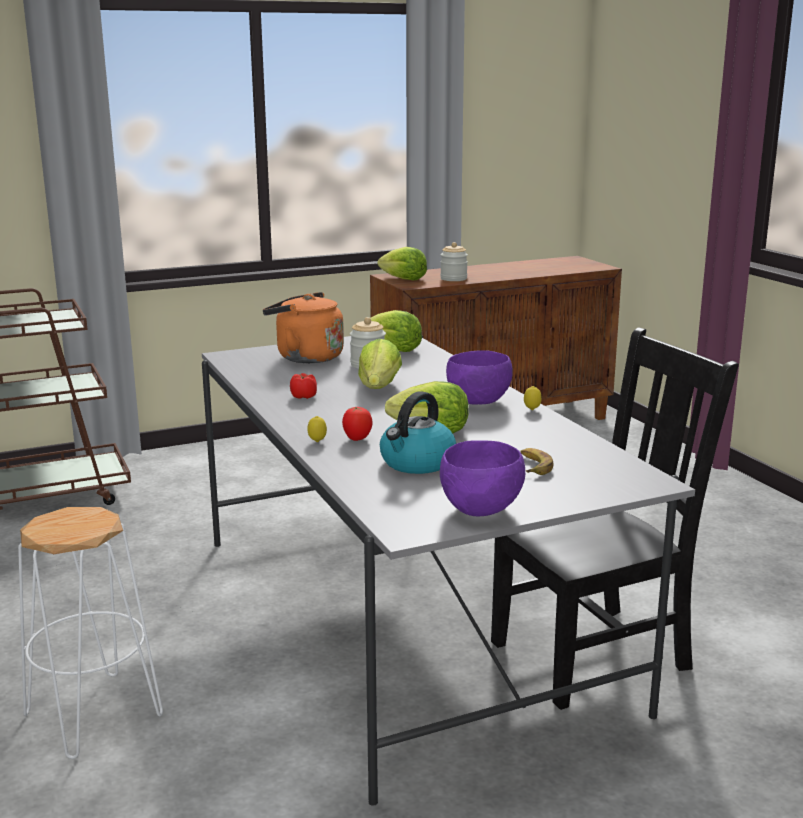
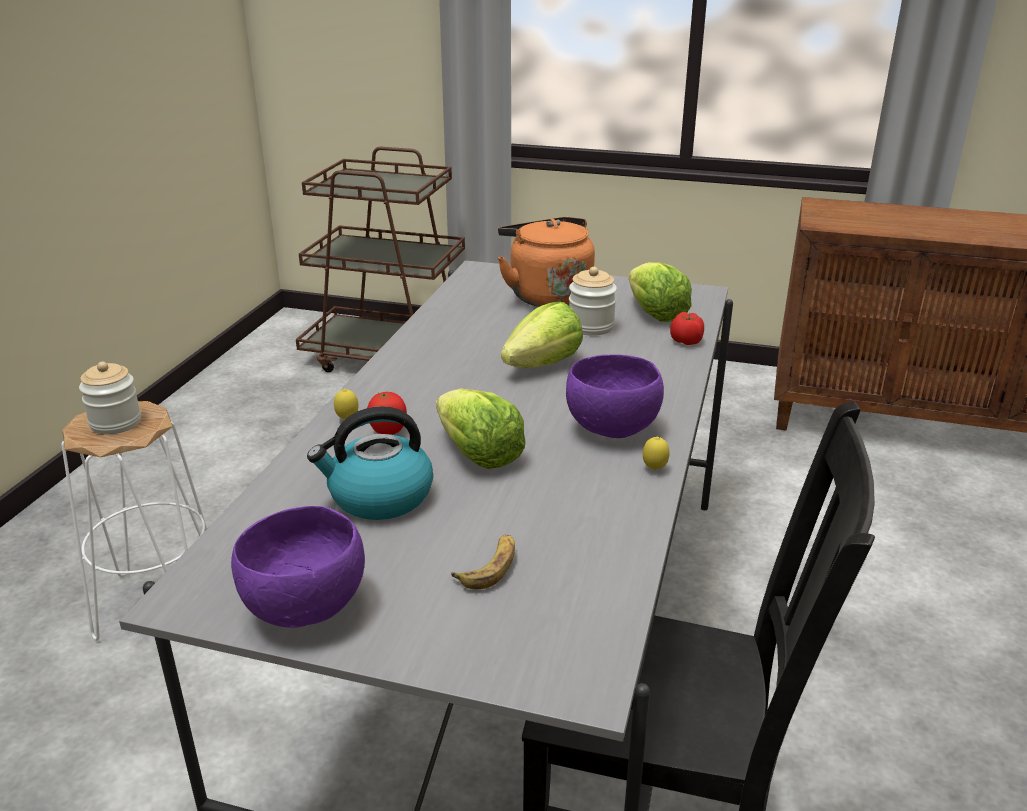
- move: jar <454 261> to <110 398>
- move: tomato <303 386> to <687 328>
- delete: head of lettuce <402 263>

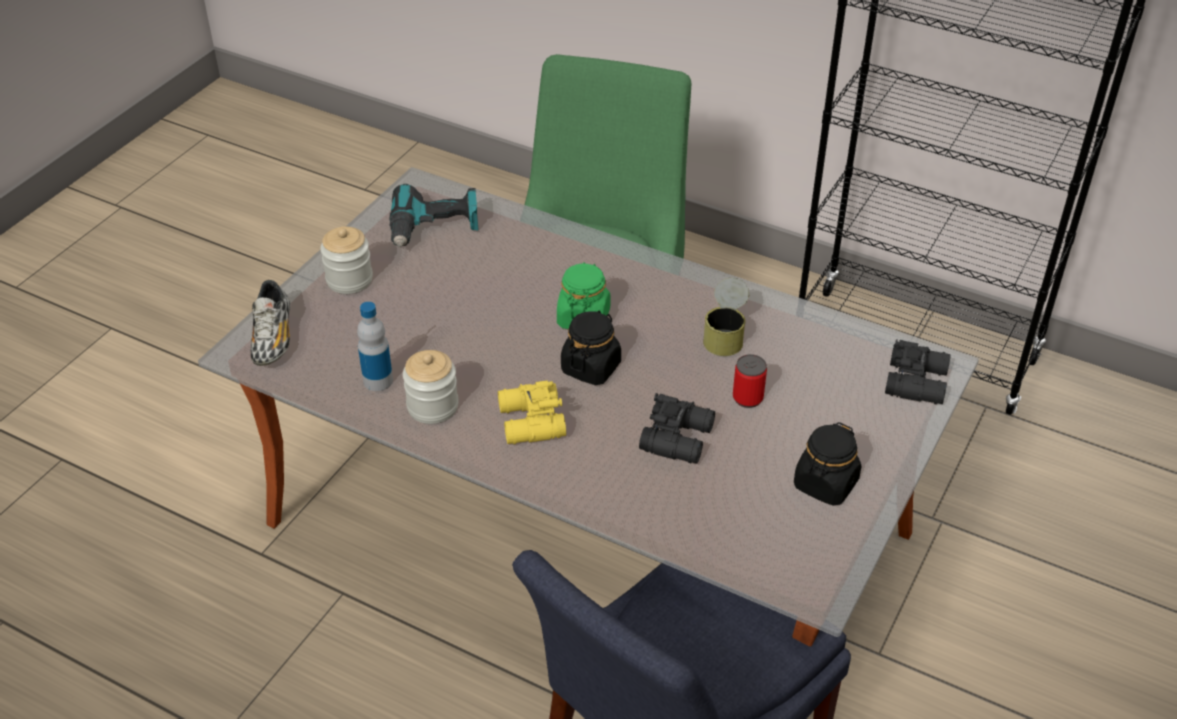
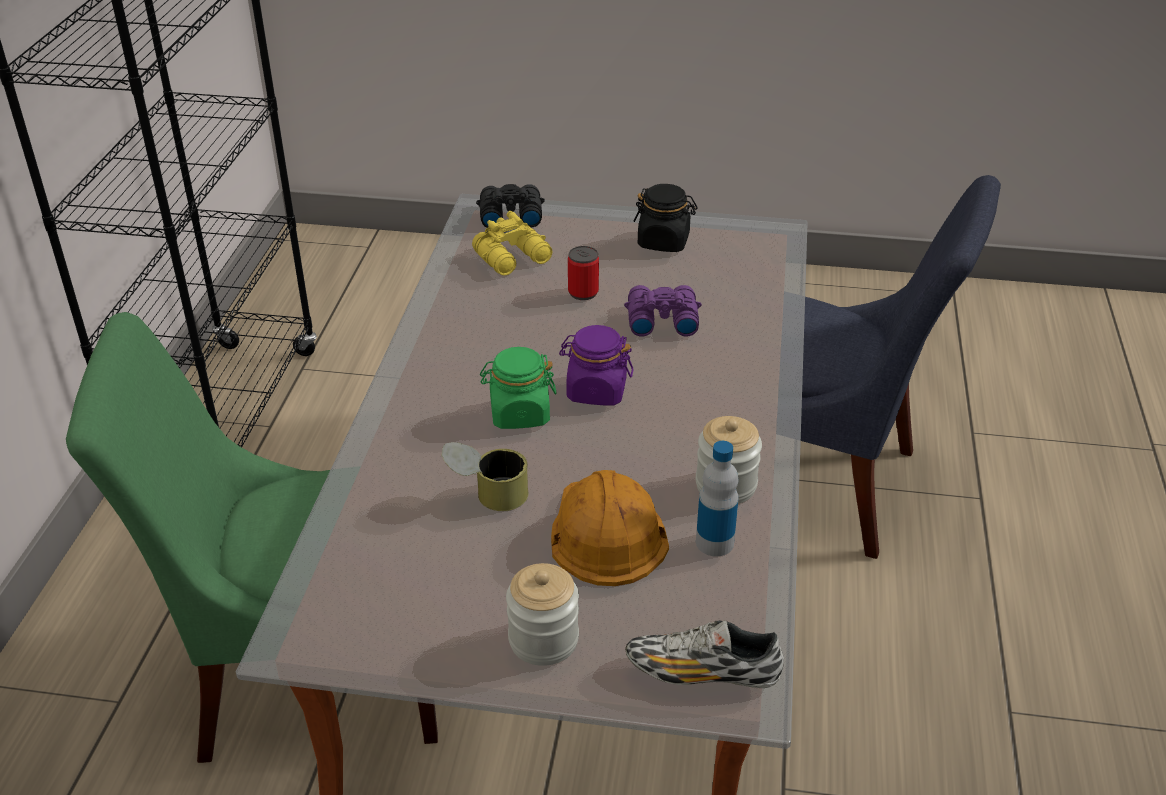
- move: can <726 317> to <485 476>
- move: yellowish pair of binoculars <532 412> to <512 243>
- insert: orangey work helmet <610 528>
- recolor: blackish jar <591 348> to purple jar <596 365>
- recolor: blackish pair of binoculars <677 428> to purple pair of binoculars <663 311>
- rotate: item of footwear <270 323> = <704 654> 150 degrees counterclockwise
- delete: drill <434 216>

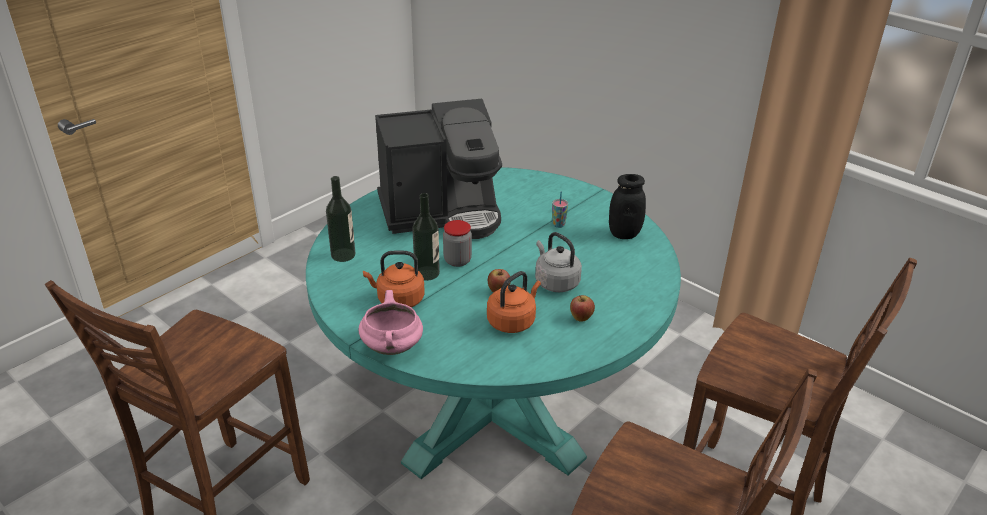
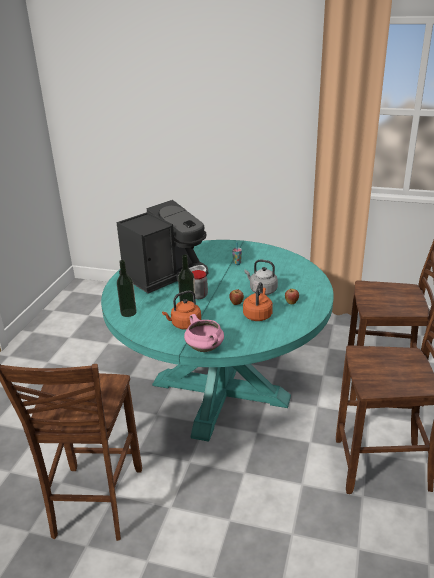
- delete: blackish jar <627 206>

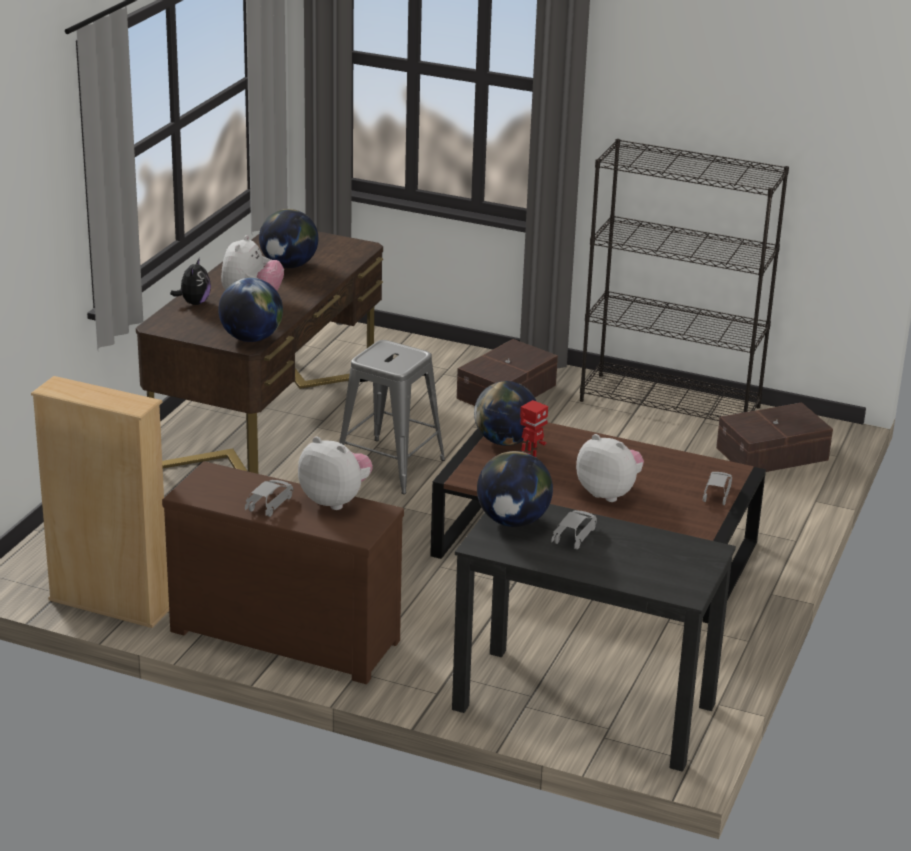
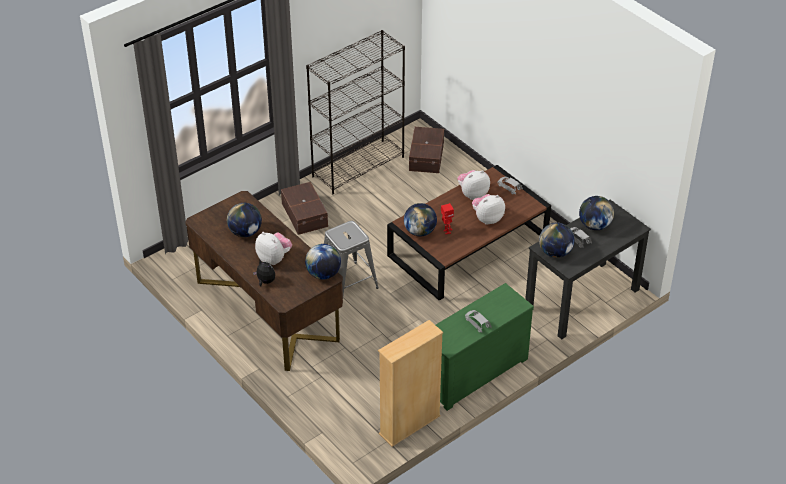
- recolor: brownish drawer chest <283 572> to greenish drawer chest <485 347>
- move: soft toy <335 473> to <474 185>
- insert: world globe <596 213>

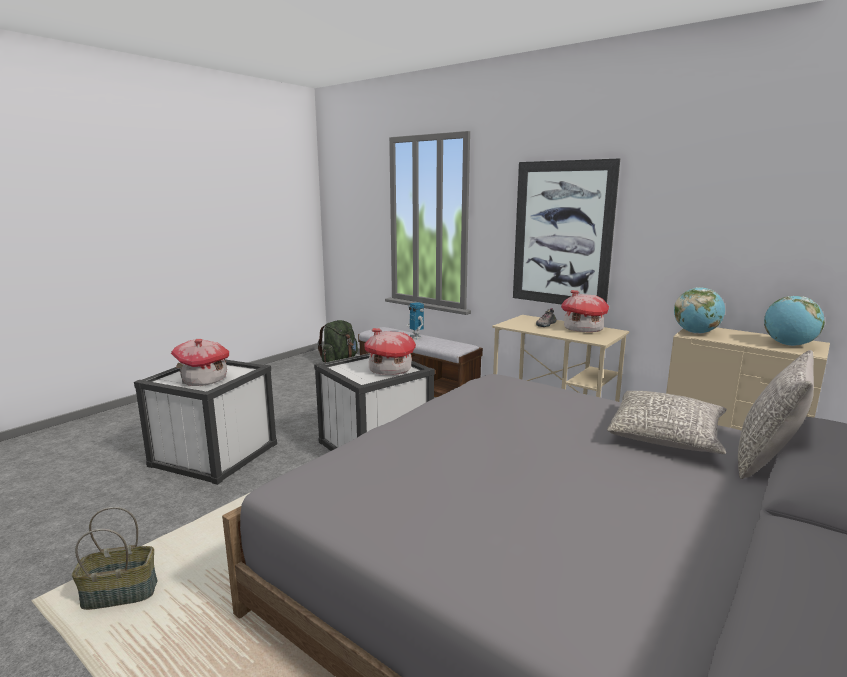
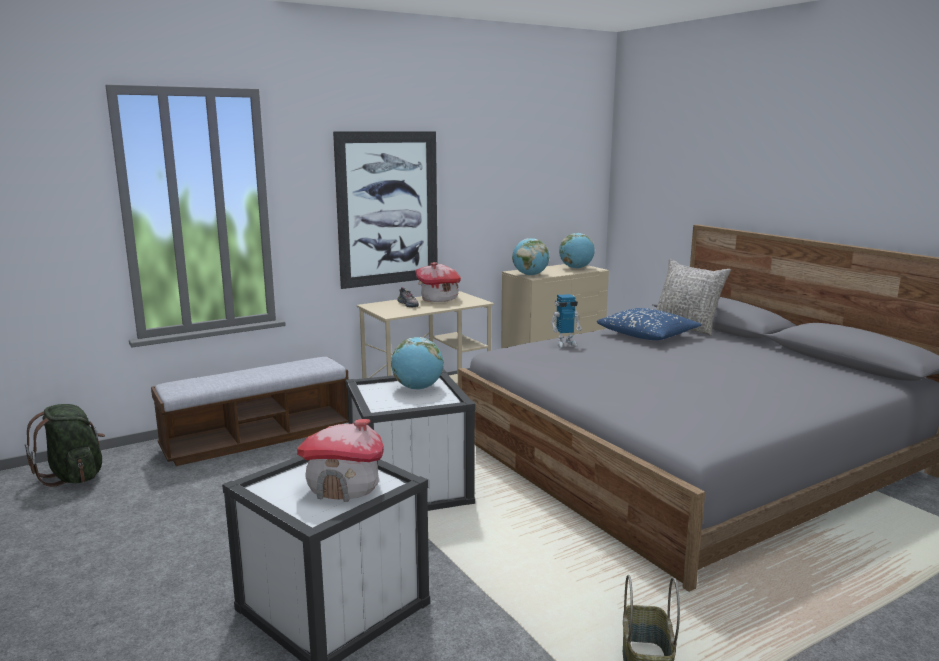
- replace: miniature house <390 351> to world globe <417 363>
- move: toy robot <415 321> to <566 321>
- recolor: grey pillow <667 422> to bluish pillow <649 324>

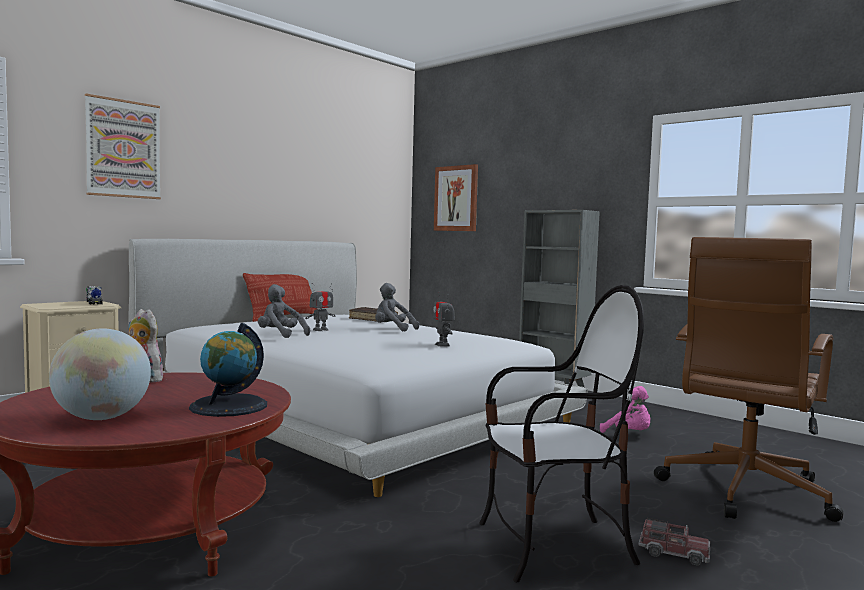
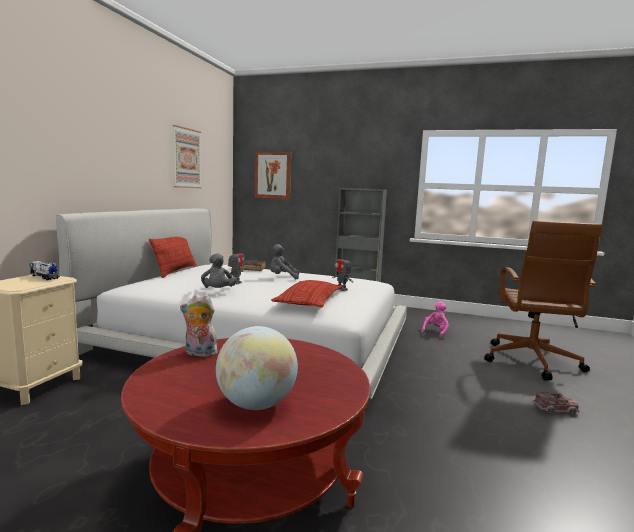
- move: picture <123 146> to <187 156>
- rotate: grey soft toy <284 311> = <219 270> 105 degrees counterclockwise
- insert: pillow <307 293>
- rotate: pinkish soft toy <625 409> = <435 319> 75 degrees counterclockwise
- delete: world globe <228 370>
- delete: plain chair <561 433>

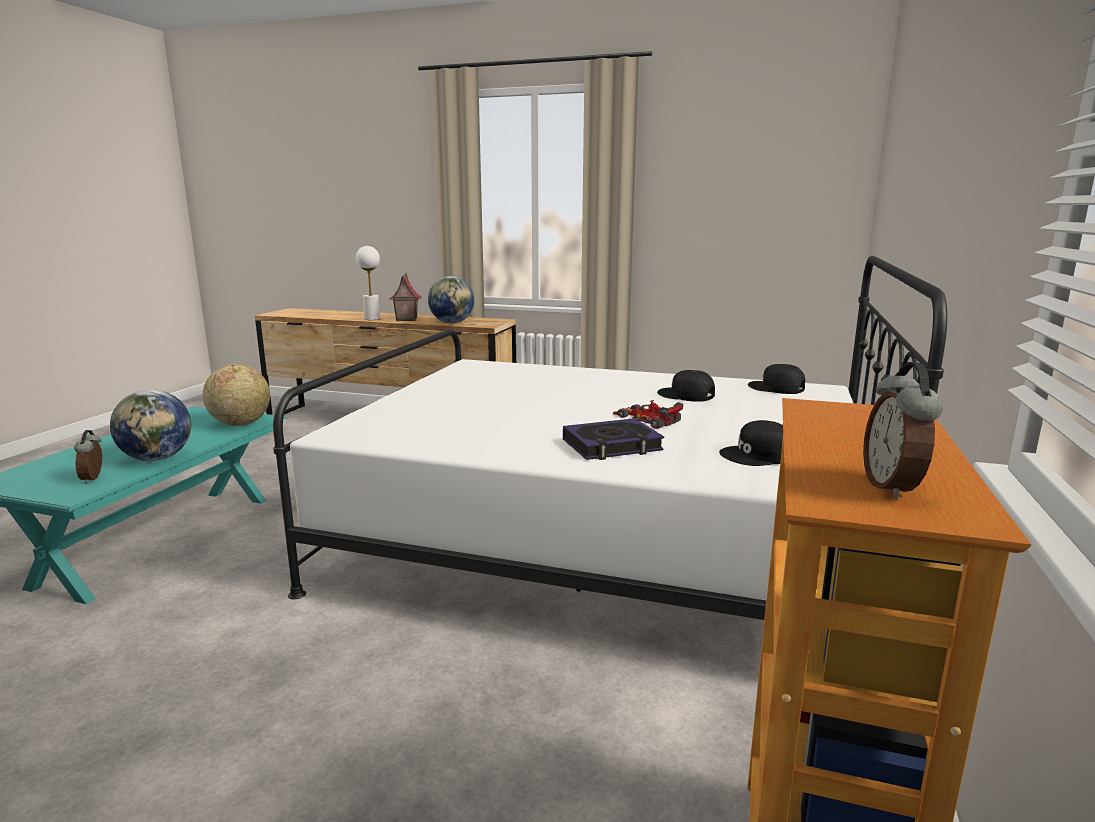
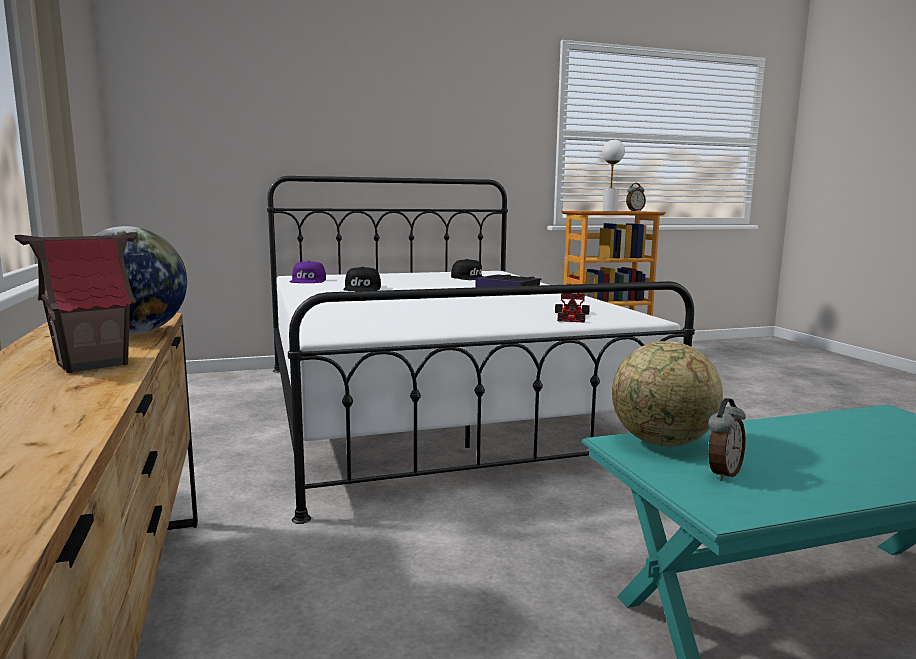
- recolor: blackish peaked cap <776 379> to purple peaked cap <308 272>
- move: model car <648 414> to <572 307>
- move: whitish tabletop lamp <368 283> to <613 176>
- move: alarm clock <88 457> to <727 439>
- delete: world globe <150 425>

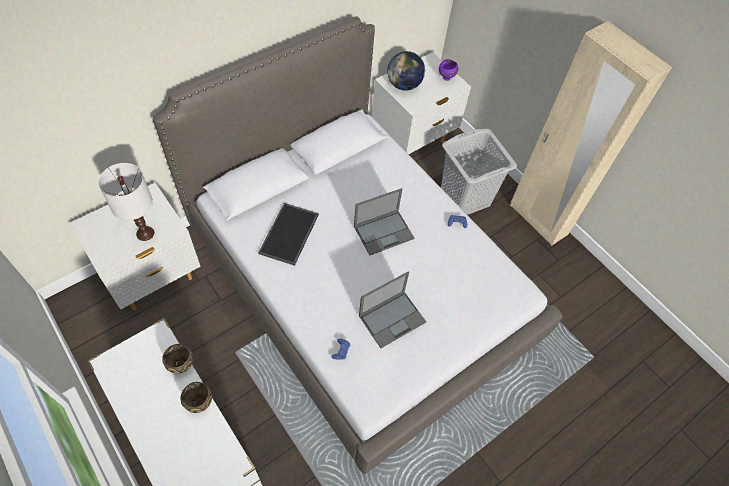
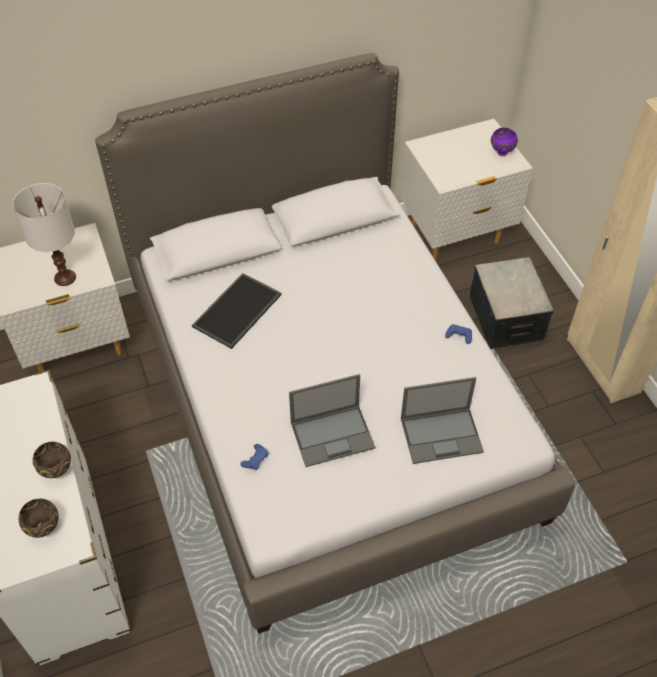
- move: brownish serving bowl <177 359> to <39 518>
- move: portable computer <384 221> to <442 420>
- replace: grey laundry basket <479 171> to storage bin <512 303>
- delete: world globe <406 71>

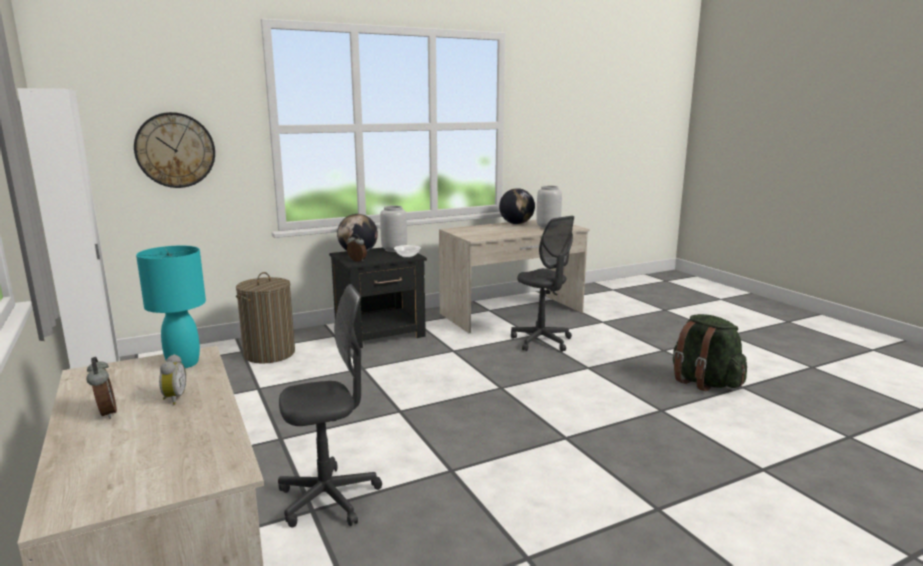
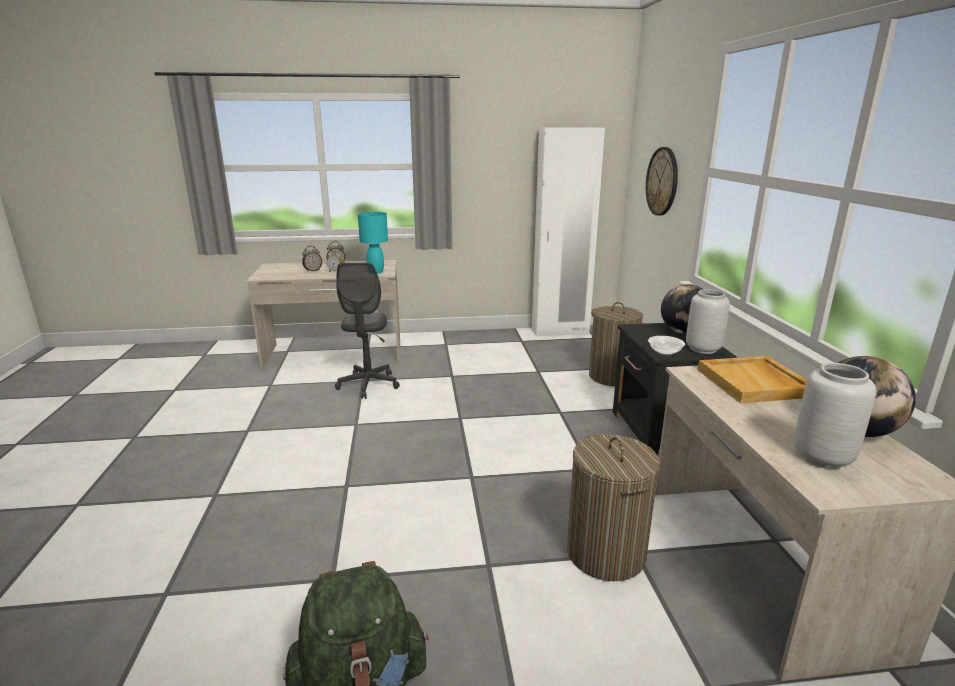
- move: alarm clock <357 247> to <312 259>
- replace: grey computer chair <542 284> to laundry basket <613 507>
- insert: beige tray <752 379>

